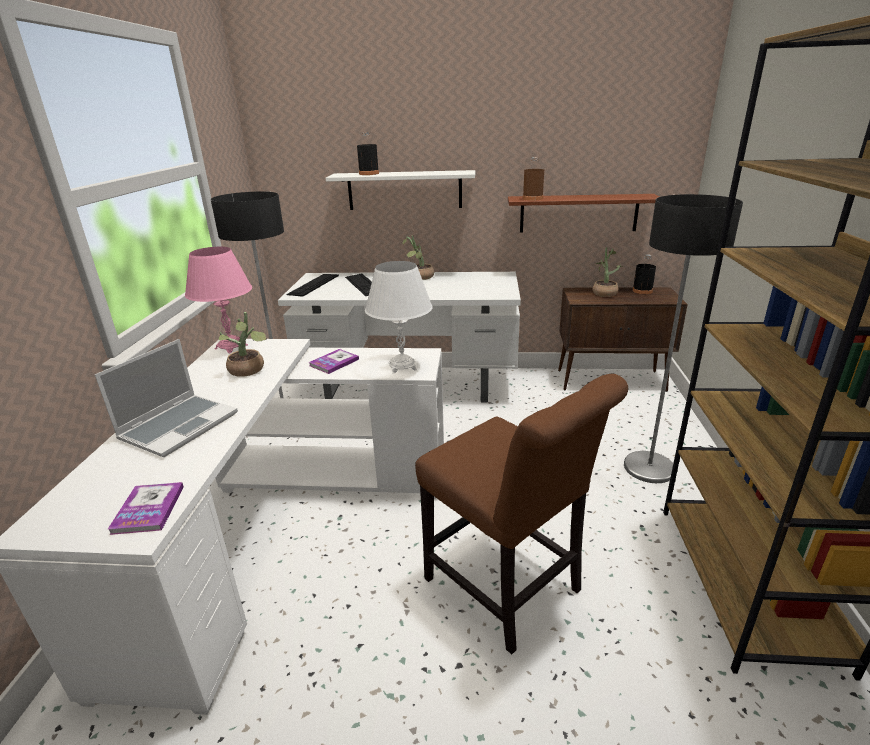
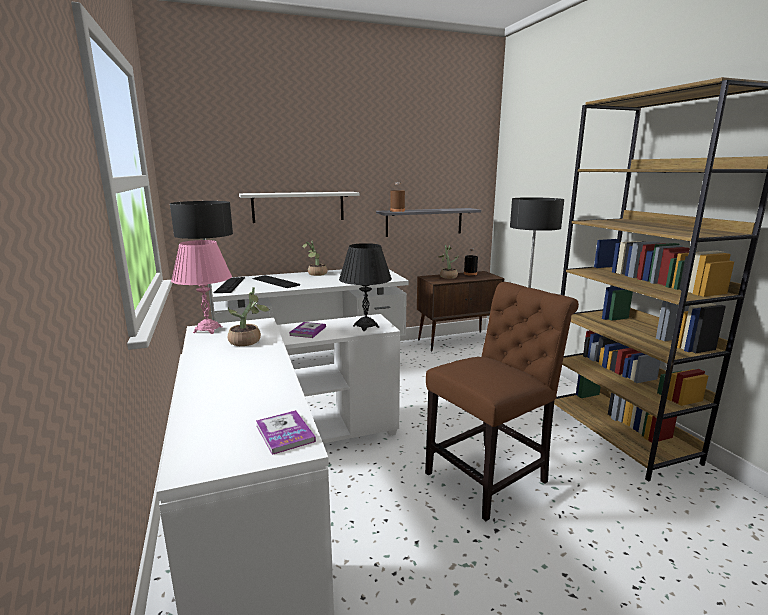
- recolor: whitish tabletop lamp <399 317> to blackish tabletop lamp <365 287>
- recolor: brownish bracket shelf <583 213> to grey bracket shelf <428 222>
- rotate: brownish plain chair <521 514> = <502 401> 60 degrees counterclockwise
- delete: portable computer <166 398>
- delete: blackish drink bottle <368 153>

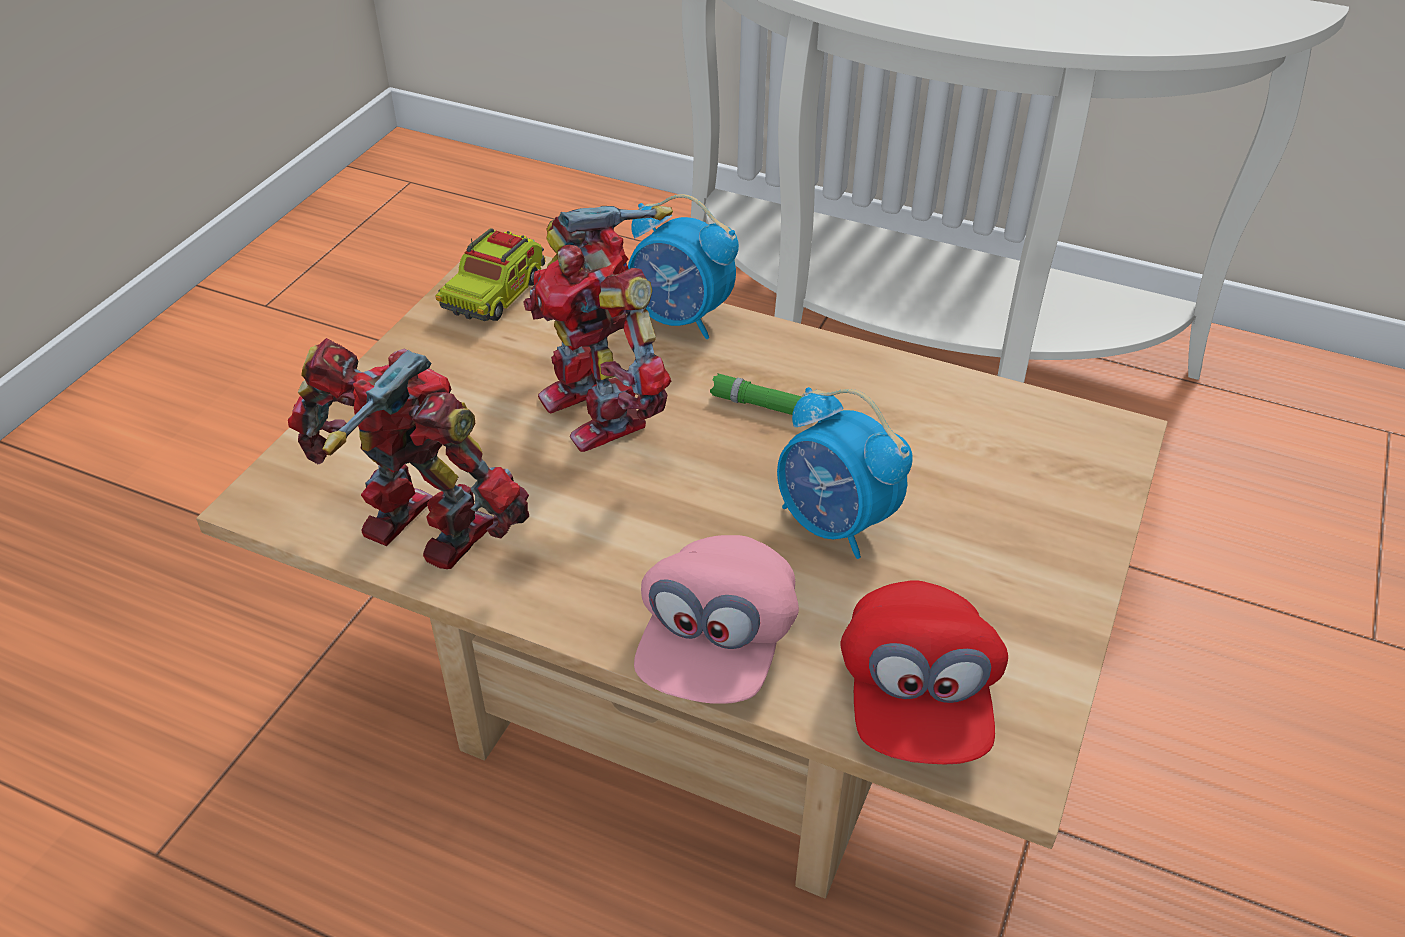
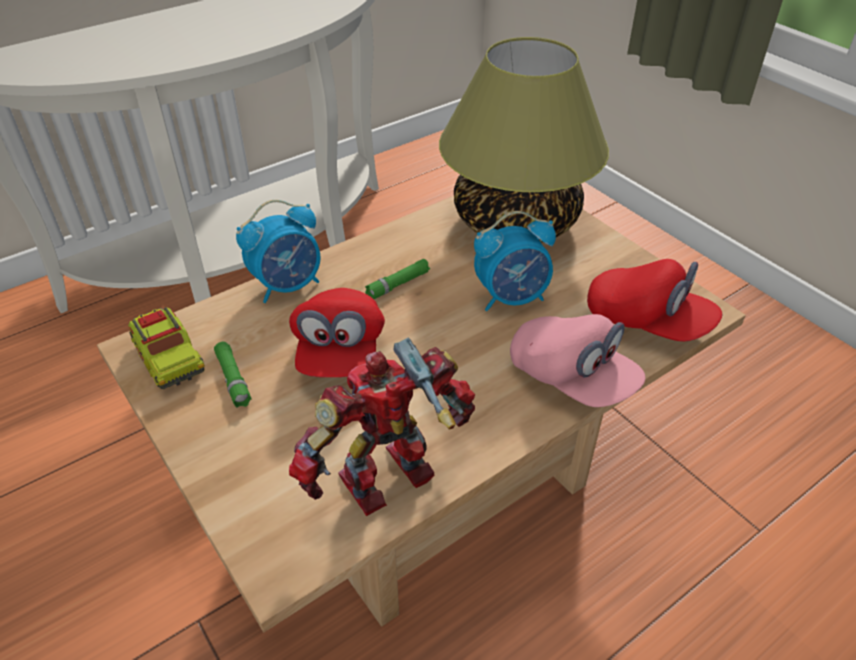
- insert: greenish hand torch <232 375>
- replace: toy robot <598 329> to red peaked cap <337 332>
- insert: tabletop lamp <524 139>

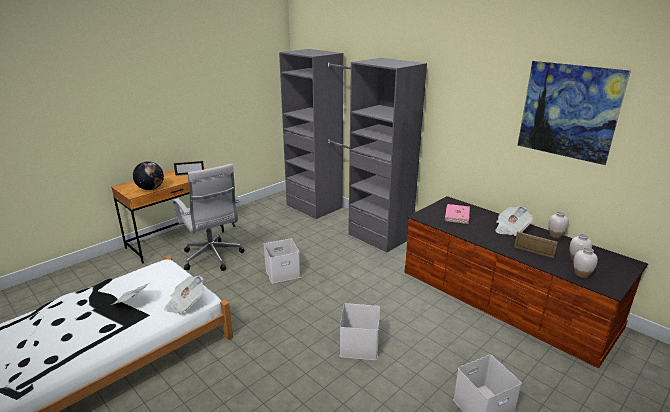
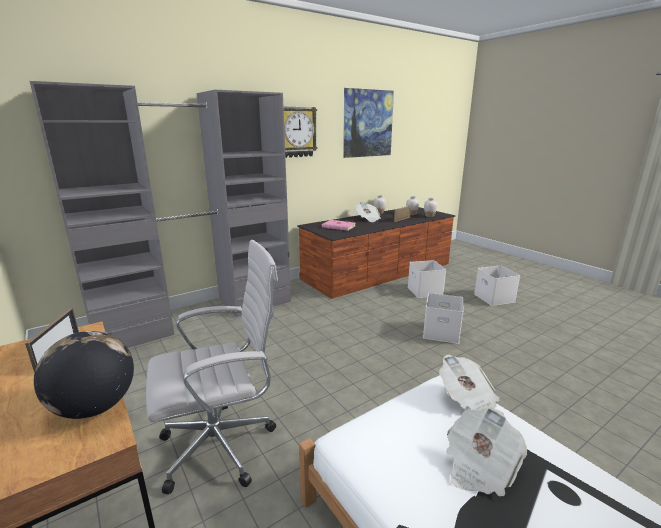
- insert: clock on the wall <301 132>
- move: whitish storage bin <282 261> to <427 279>

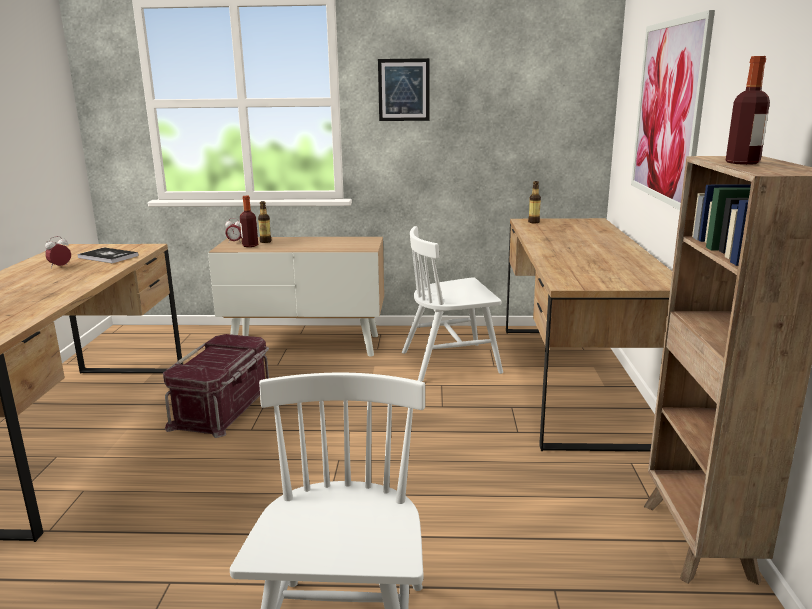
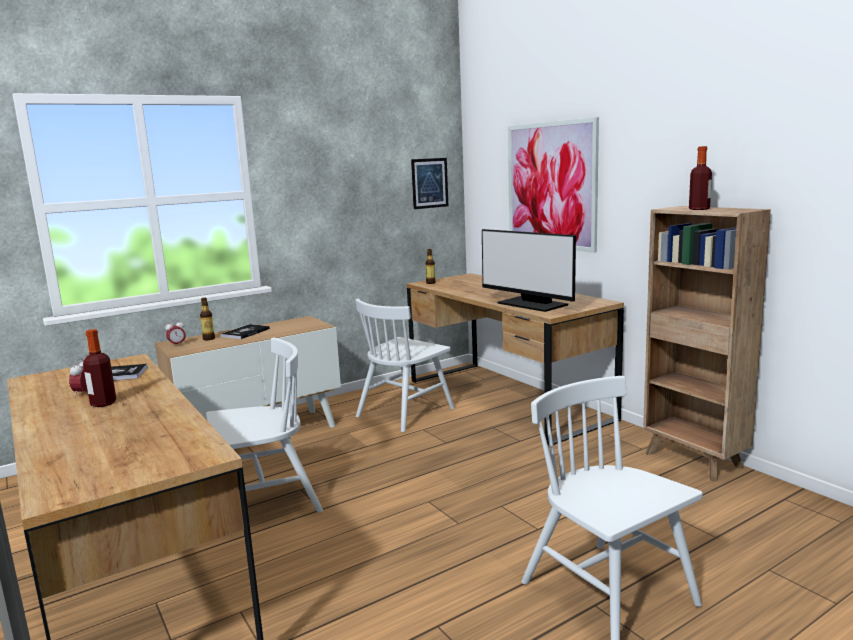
- move: drink bottle <249 221> to <99 368>
- replace: red storage bin <216 386> to whitish plain chair <264 425>
- insert: book <245 331>
- move: picture <403 89> to <429 183>
- insert: computer display <529 270>

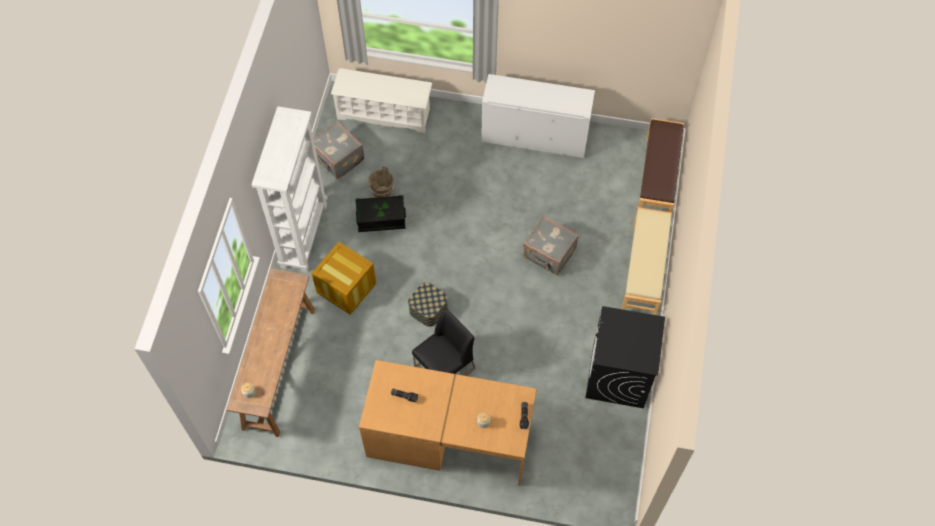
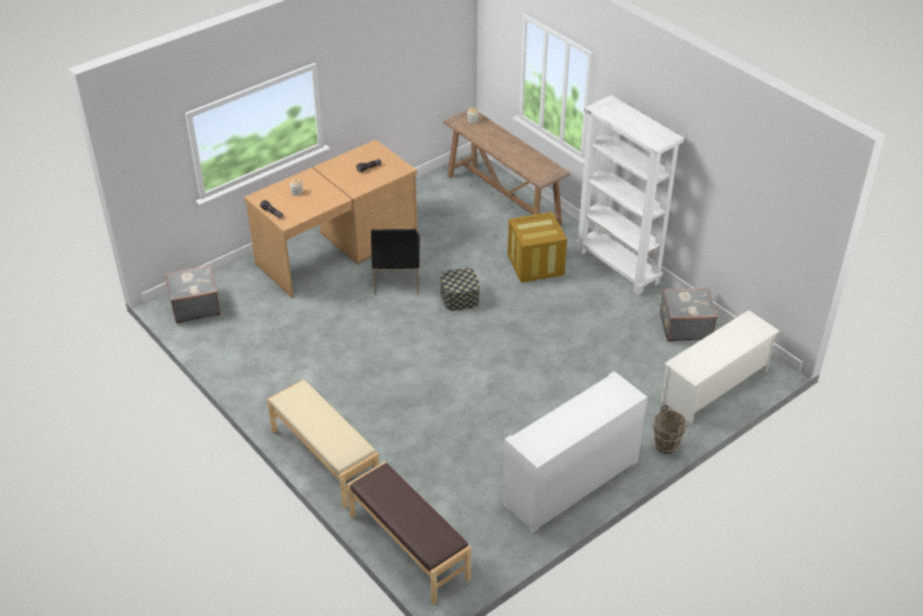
- move: grey piece of luggage <551 246> to <193 294>
- move: brownish pail <381 182> to <670 429>
- delete: blackish storage bin <381 213>
- delete: blackish washing machine <625 357>

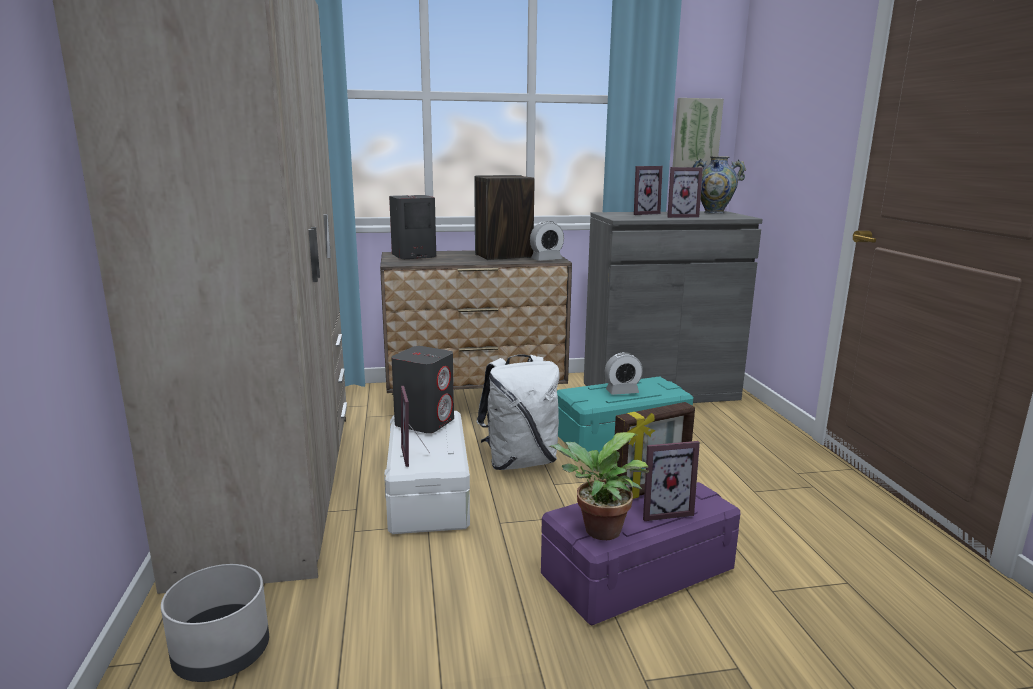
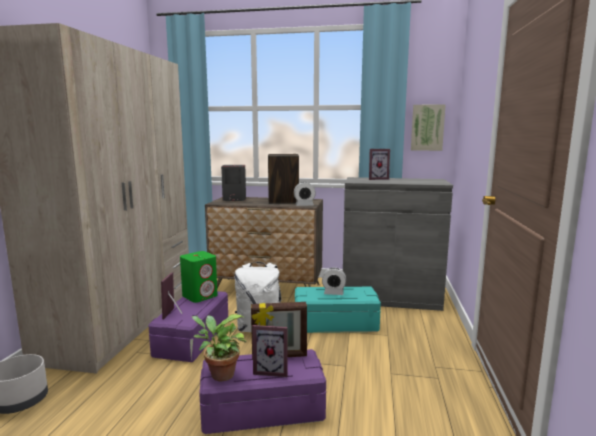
- recolor: whitish storage bin <427 472> to purple storage bin <188 326>
- recolor: grey loudspeaker <422 389> to greenish loudspeaker <199 277>
- delete: photo frame <685 192>
- delete: vase <719 185>

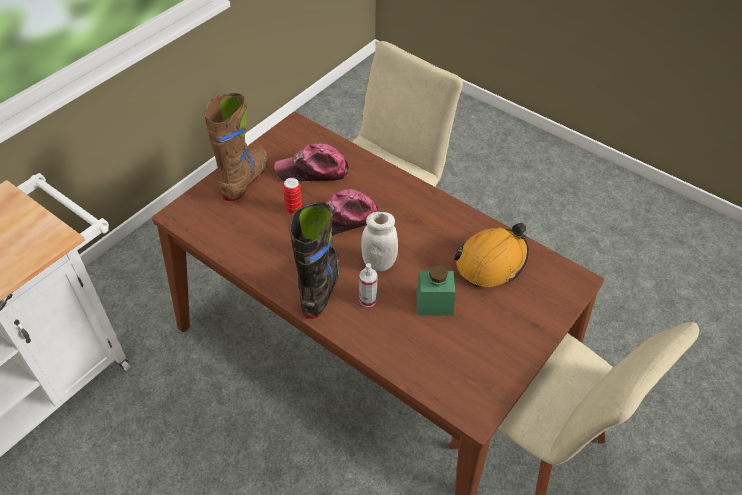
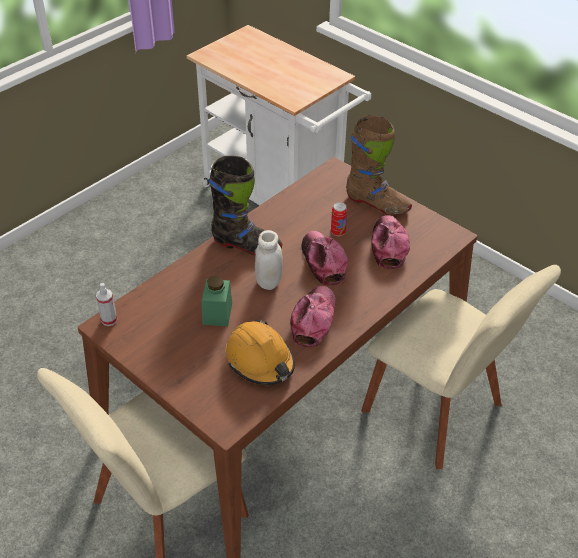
- move: sprayer <368 285> to <106 304>
- insert: peaked cap <313 316>

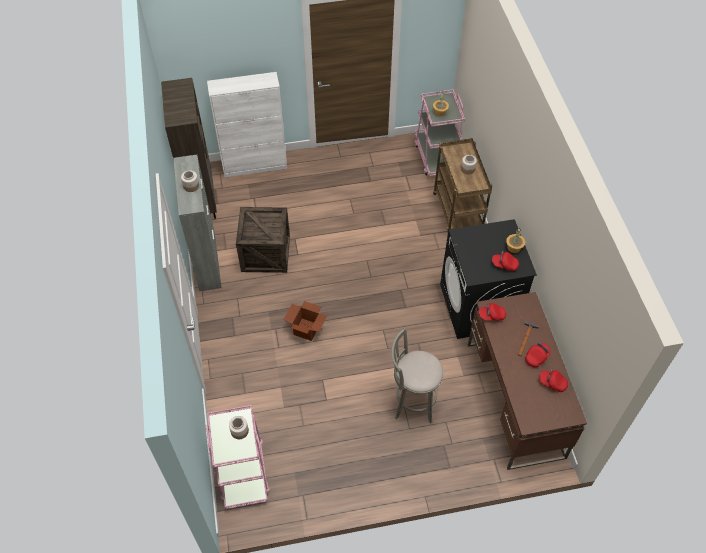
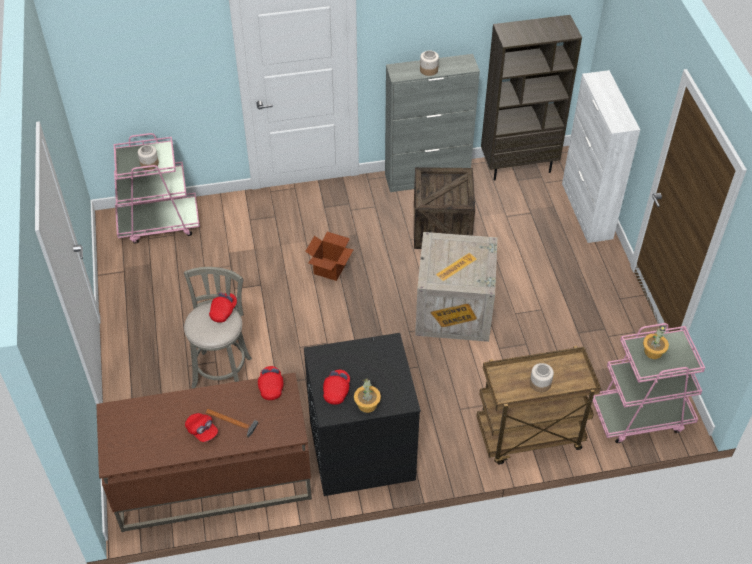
- move: red peaked cap <553 380> to <223 307>
- insert: shipping crate <456 287>

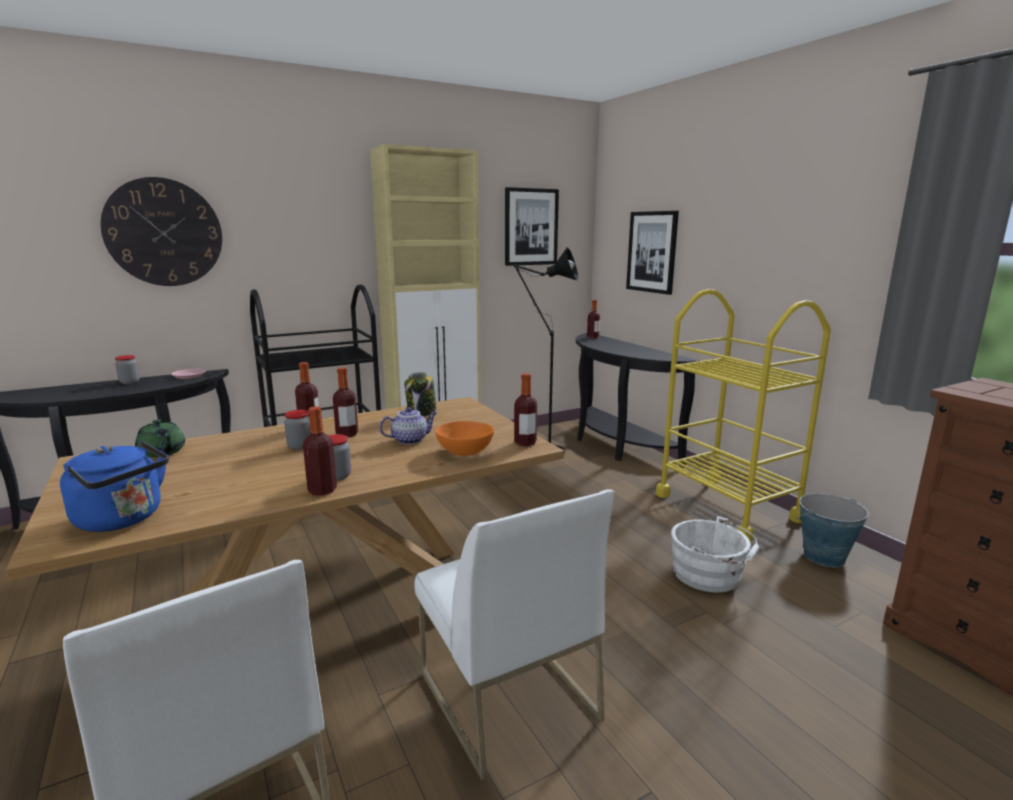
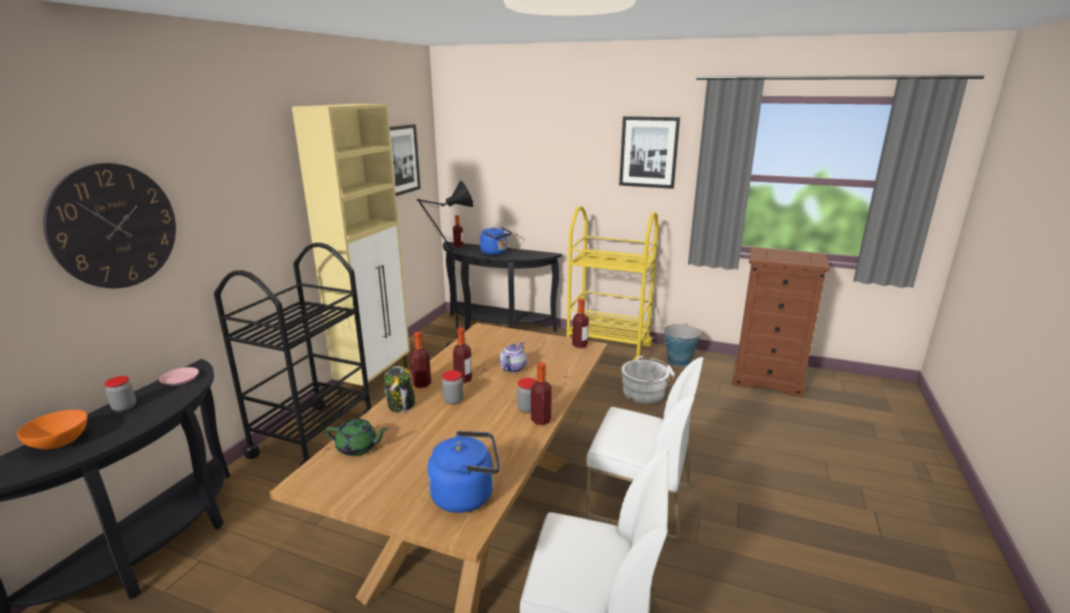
- move: orangey serving bowl <465 438> to <52 429>
- move: jar <421 394> to <399 389>
- insert: bluish water kettle <496 241>
- move: picture <652 253> to <649 152>

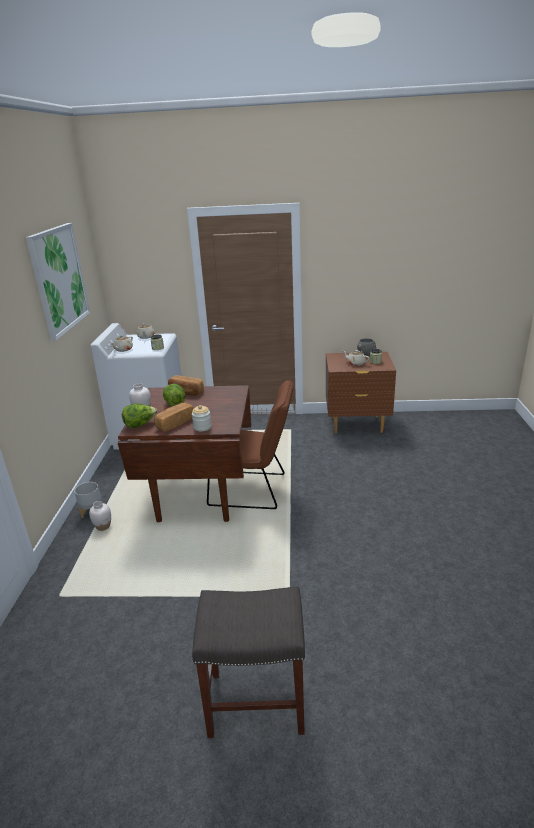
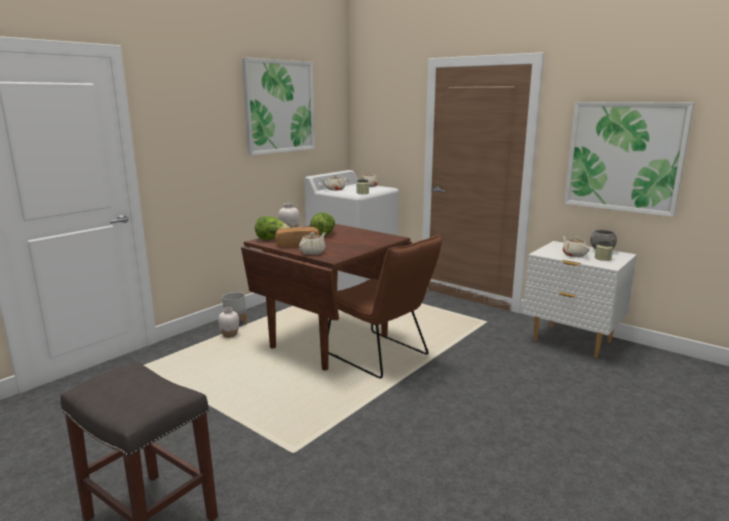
- replace: jar <201 418> to beige teapot <312 243>
- recolor: brownish bedside table <361 393> to whitish bedside table <580 299>
- insert: picture <629 159>
- delete: bread <186 385>

